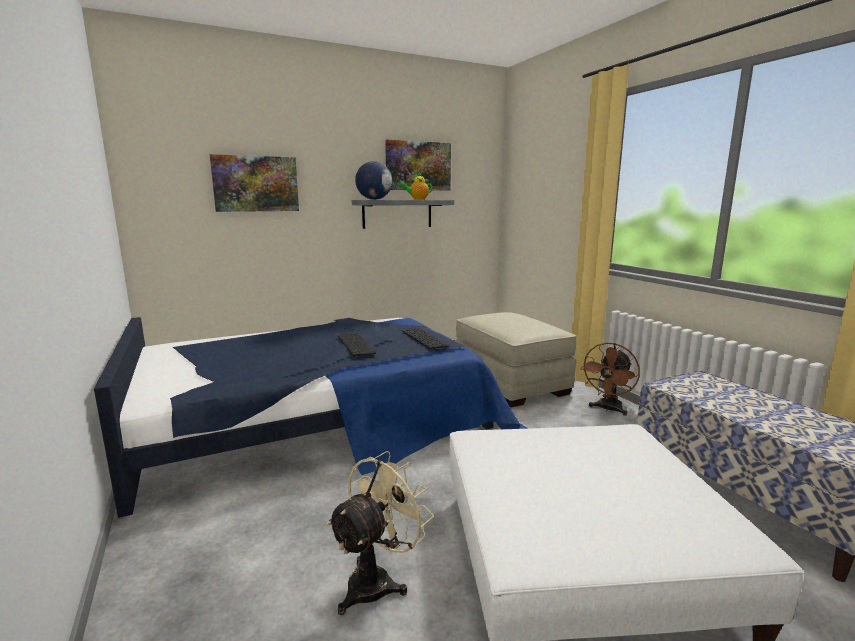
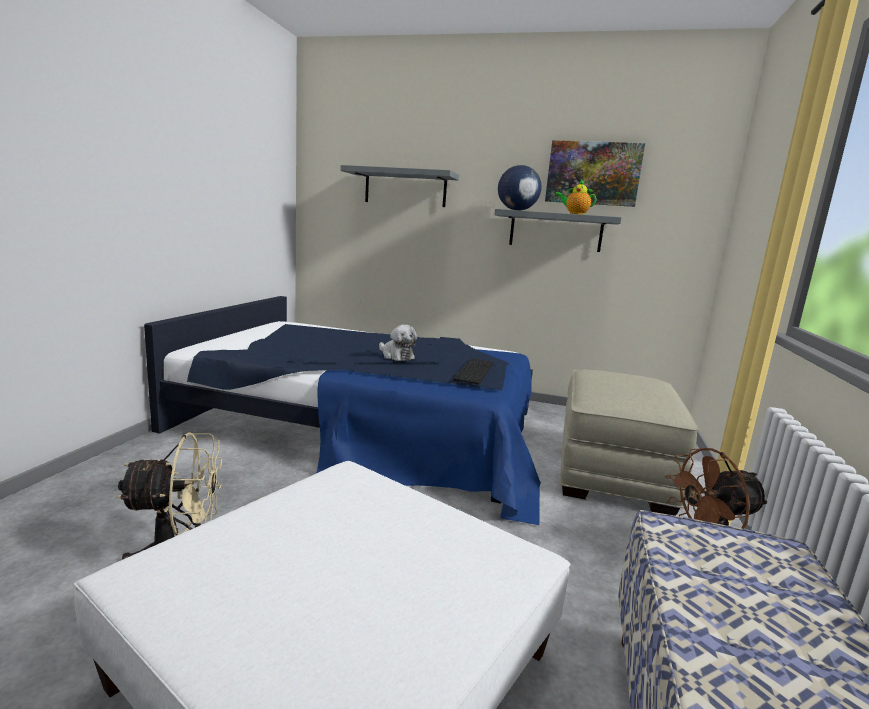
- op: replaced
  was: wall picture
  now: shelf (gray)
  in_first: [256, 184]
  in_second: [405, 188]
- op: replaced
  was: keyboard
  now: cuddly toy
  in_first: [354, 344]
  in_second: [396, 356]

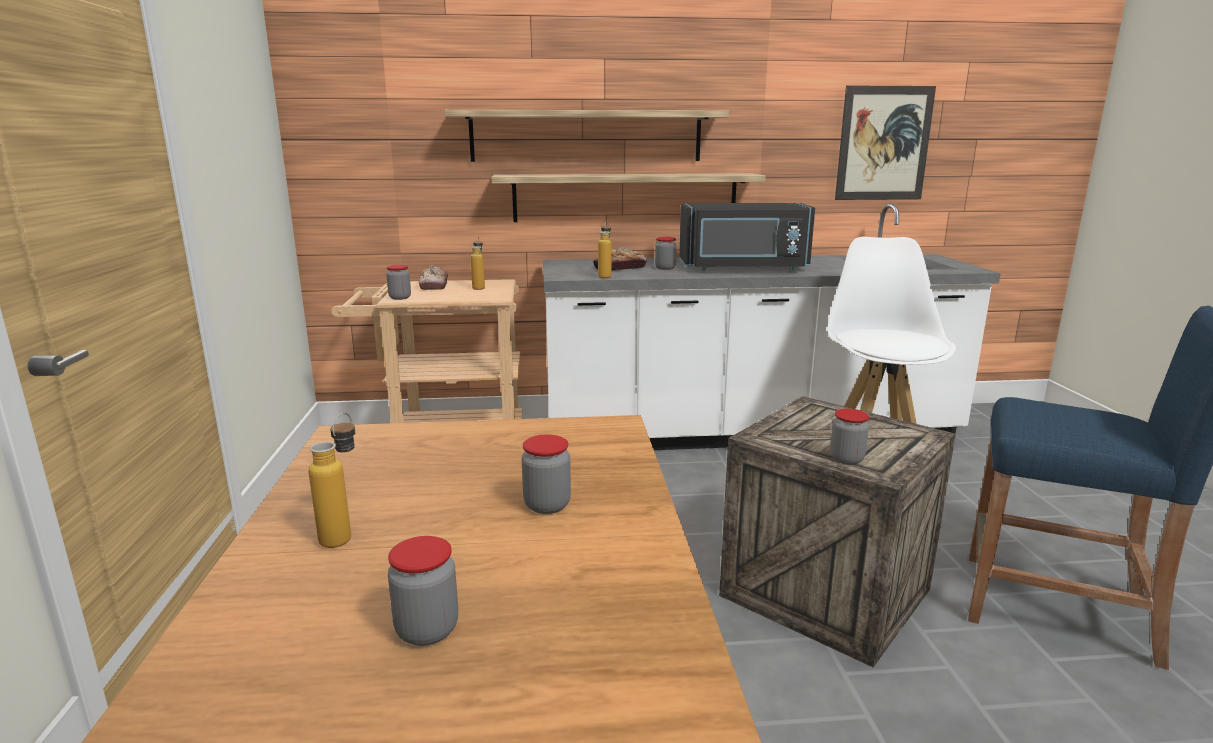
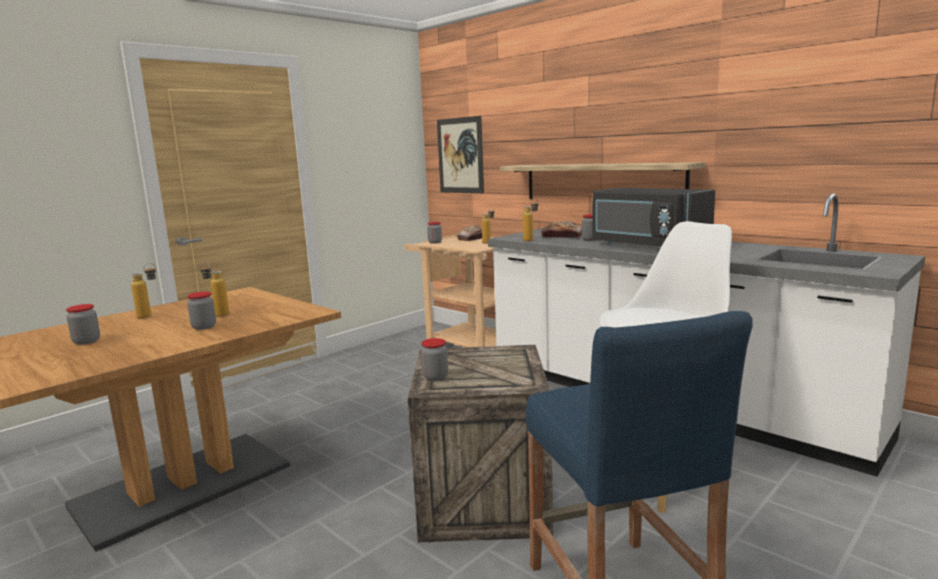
- op: removed
  was: shelf
  in_first: [586, 136]
- op: added
  now: drink bottle
  in_second: [217, 315]
- op: moved
  was: wall picture
  in_first: [884, 144]
  in_second: [460, 155]

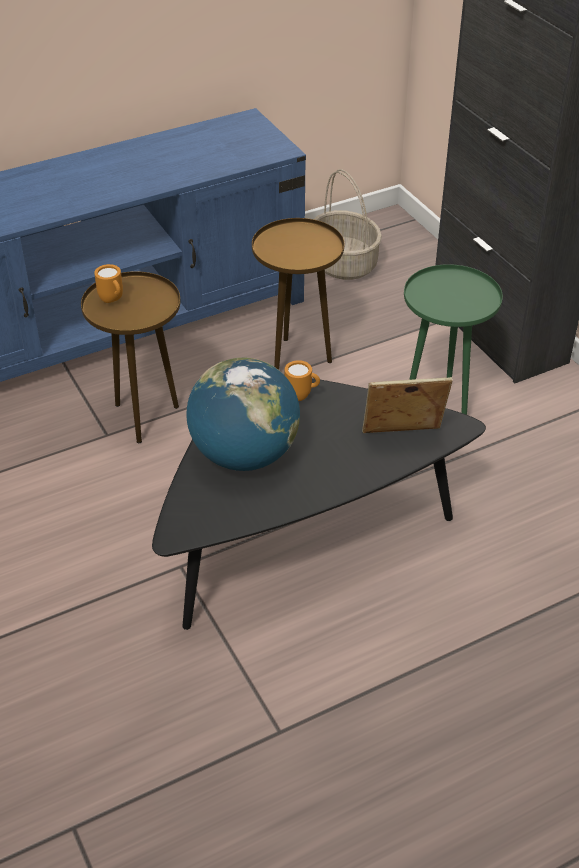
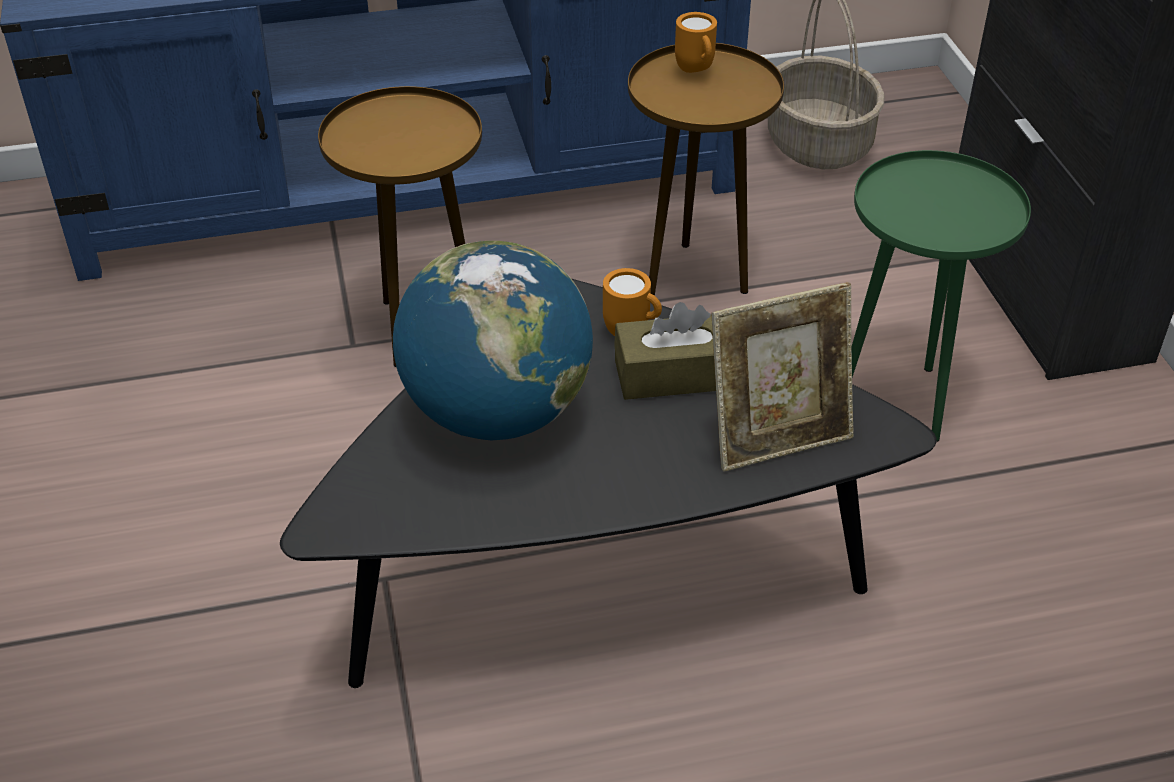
- op: added
  now: box of tissues (brownish)
  in_second: [675, 374]
- op: moved
  was: mug (orangey)
  in_first: [113, 300]
  in_second: [696, 71]
- op: turned
  was: photo frame
  in_first: [402, 439]
  in_second: [777, 436]
  clockwise: 150

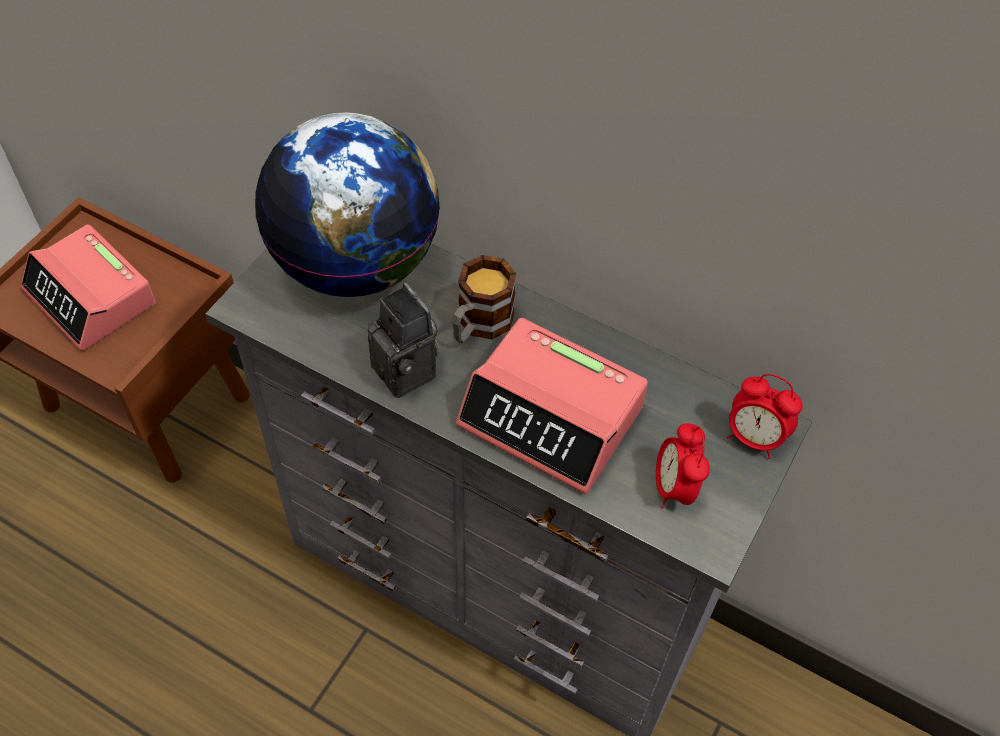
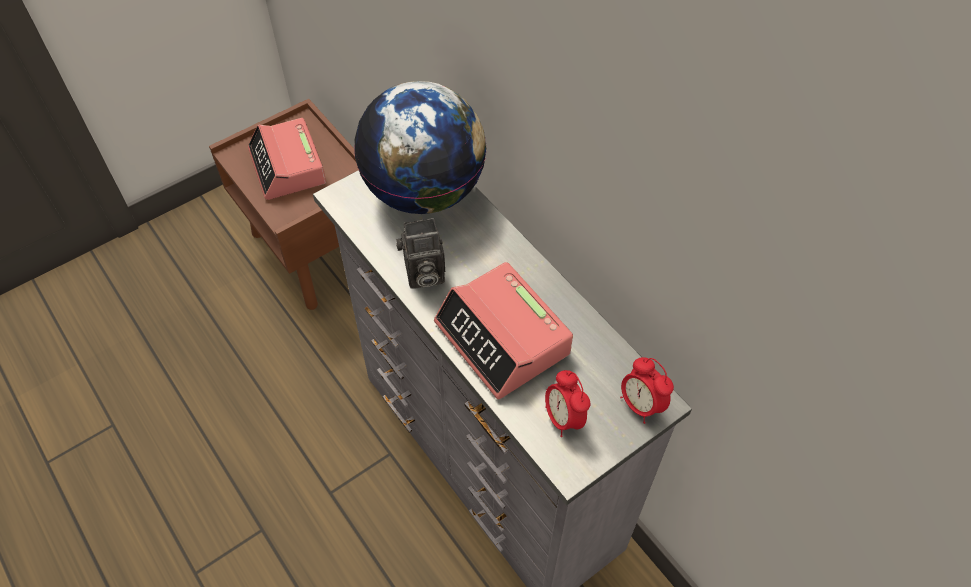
- op: removed
  was: mug
  in_first: [479, 325]
- op: turned
  was: photo camera
  in_first: [409, 372]
  in_second: [422, 275]
  clockwise: 90
- op: turned
  was: alarm clock
  in_first: [674, 487]
  in_second: [564, 418]
  clockwise: -45

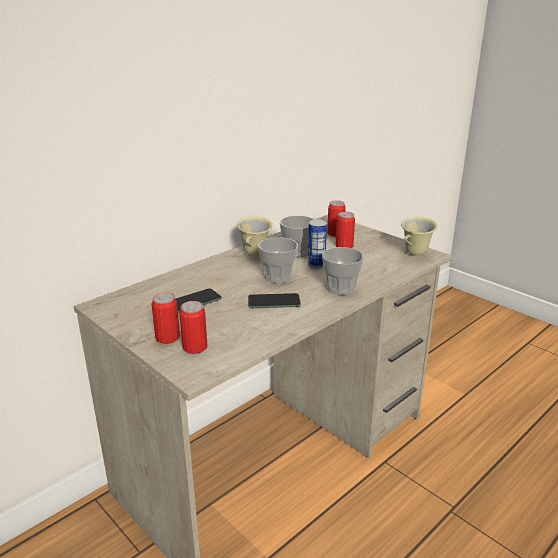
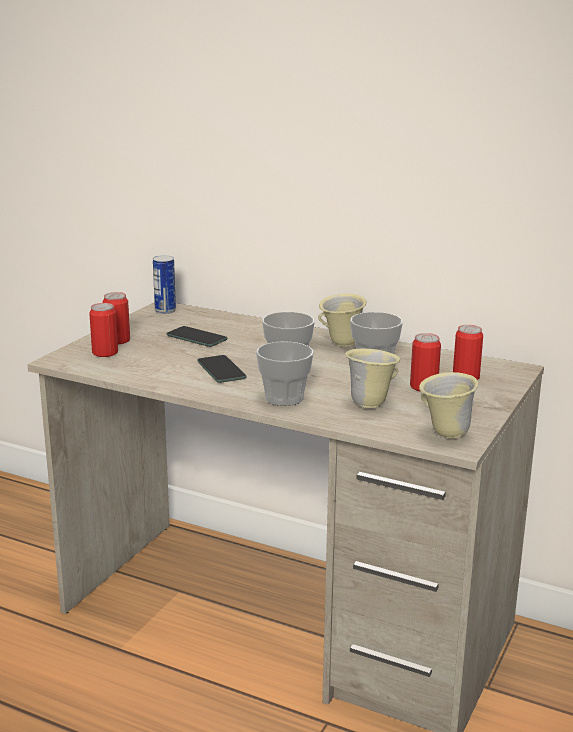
- op: added
  now: mug (sand-coloured)
  in_second: [370, 403]
- op: moved
  was: metal can
  in_first: [316, 265]
  in_second: [165, 310]

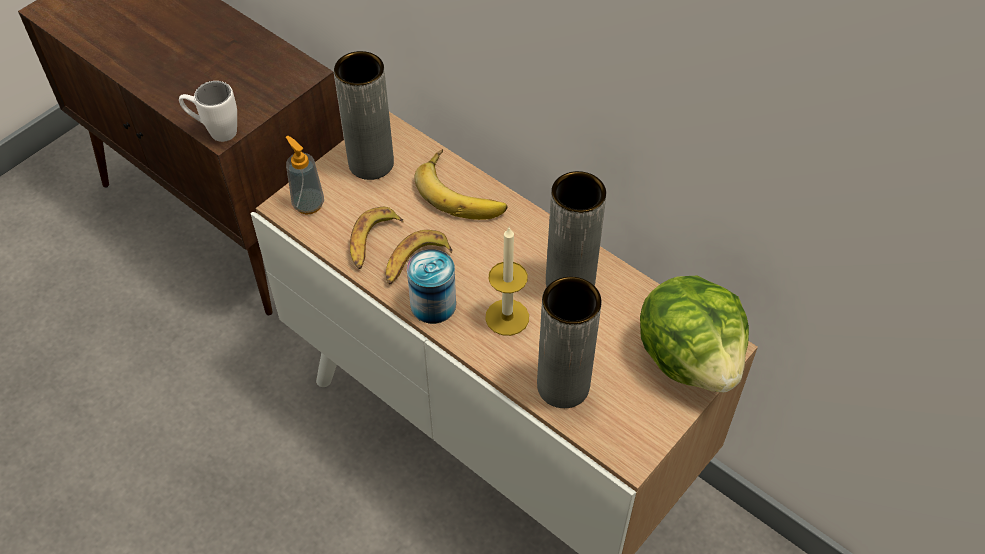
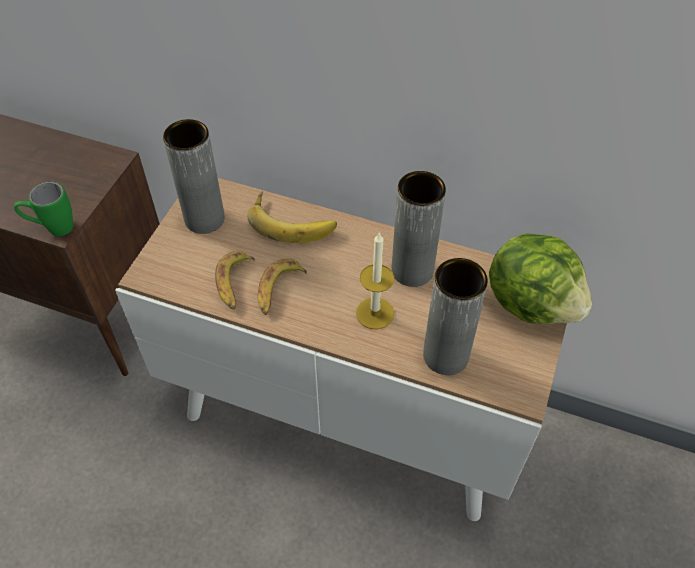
- op: removed
  was: soap bottle
  in_first: [308, 204]
- op: removed
  was: metal can
  in_first: [433, 304]
- op: recoloured
  was: mug (white-coloured)
  now: mug (greenish)
  in_first: [214, 131]
  in_second: [52, 228]

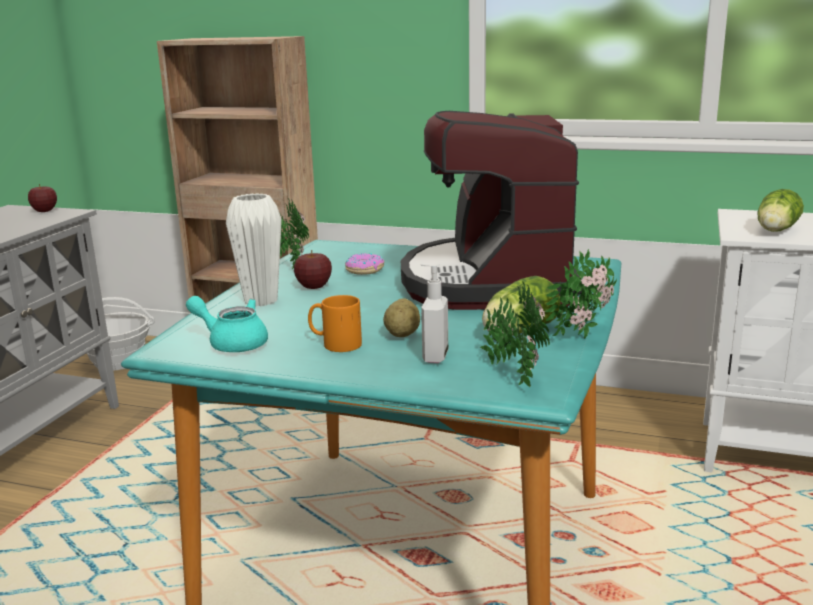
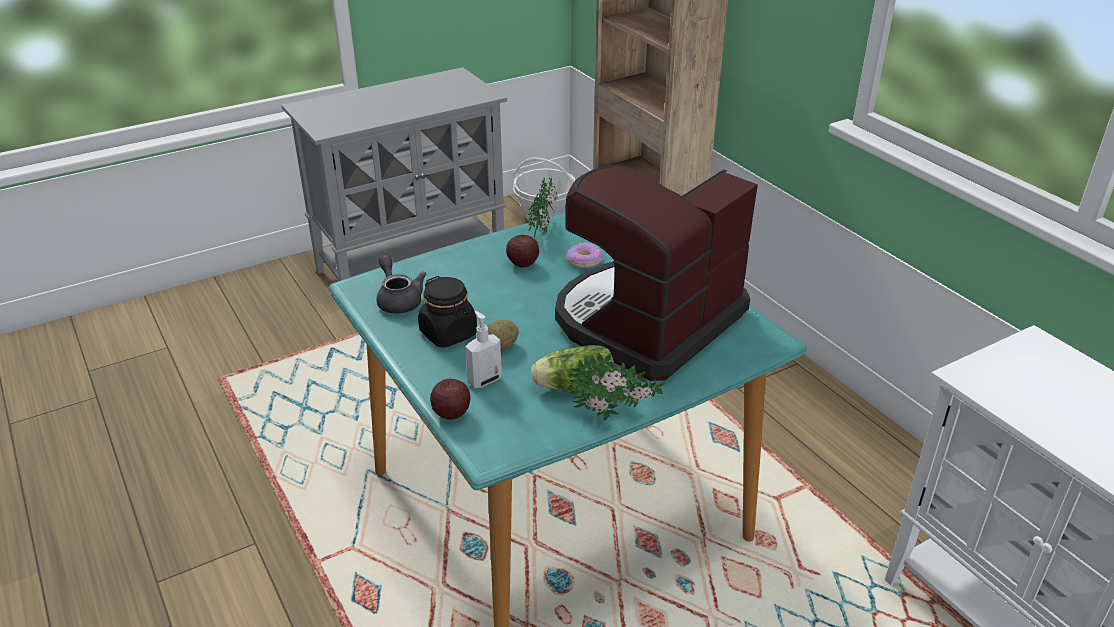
- op: removed
  was: flower vase (white-coloured)
  in_first: [261, 301]
- op: removed
  was: houseplant
  in_first: [513, 375]
- op: removed
  was: head of lettuce
  in_first: [775, 231]
- op: moved
  was: whole apple
  in_first: [44, 211]
  in_second: [452, 414]
- op: replaced
  was: mug (orangey)
  now: storage jar (blackish)
  in_first: [335, 344]
  in_second: [448, 334]
- op: recoloured
  was: pot for tea (blue-green)
  now: pot for tea (gray)
  in_first: [232, 343]
  in_second: [398, 300]

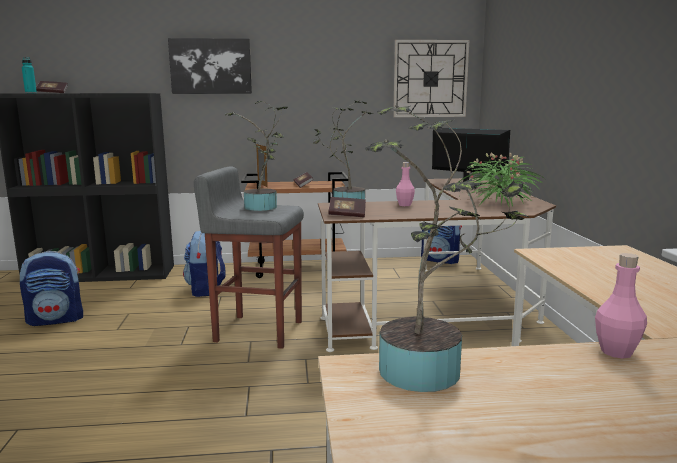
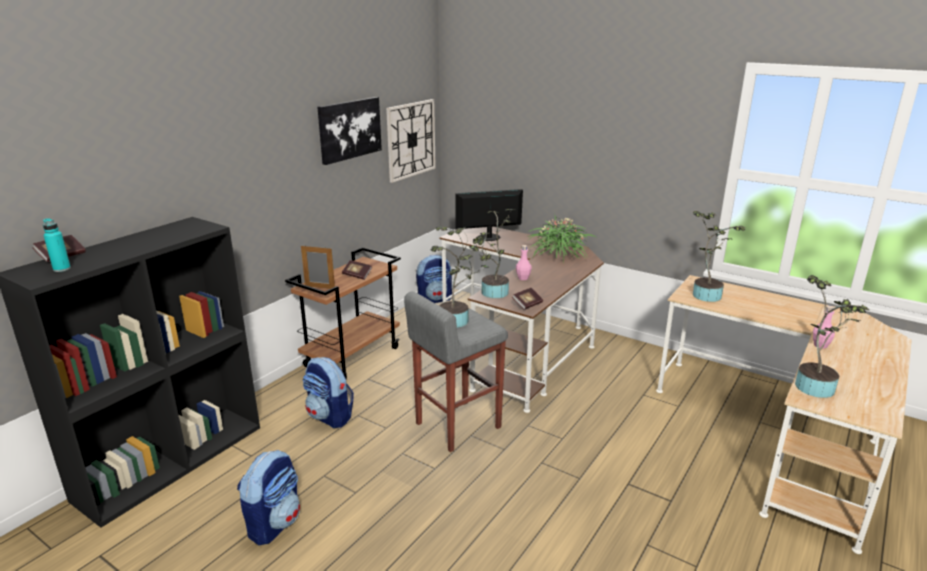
- op: added
  now: houseplant
  in_second: [706, 294]
- op: moved
  was: wall picture
  in_first: [211, 66]
  in_second: [349, 129]

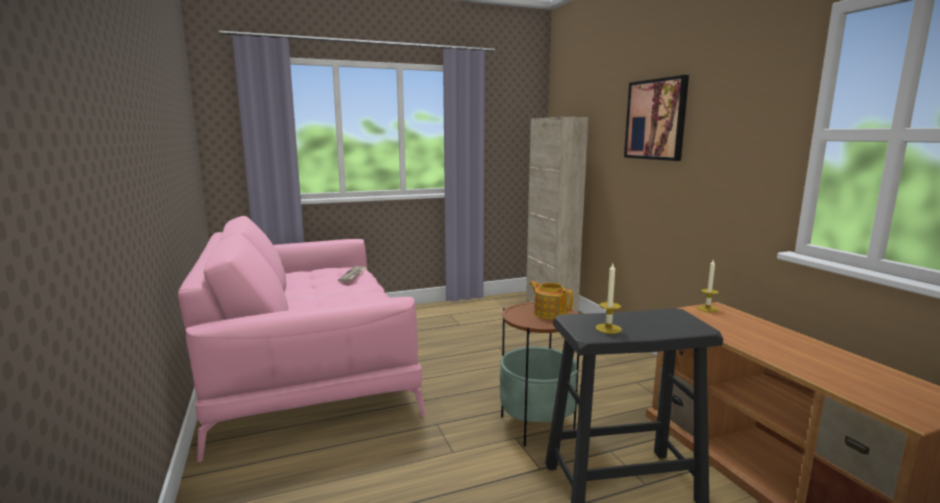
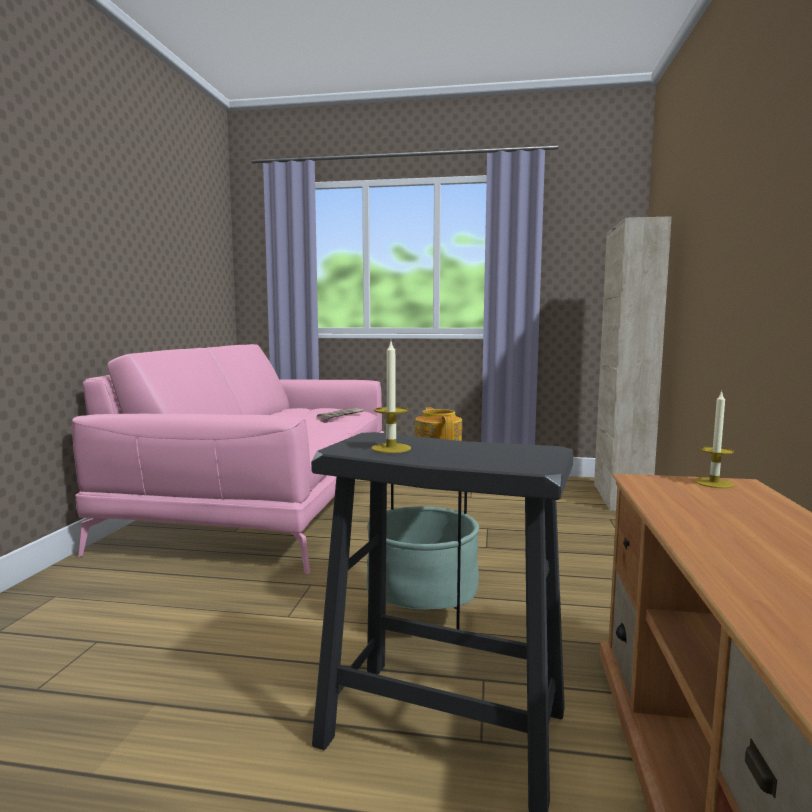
- op: removed
  was: wall picture
  in_first: [656, 119]

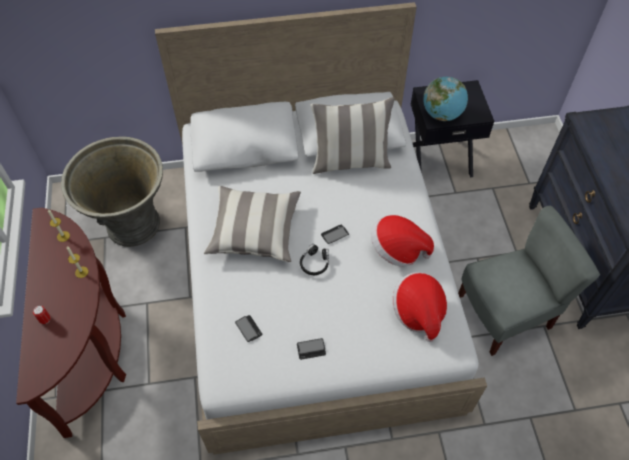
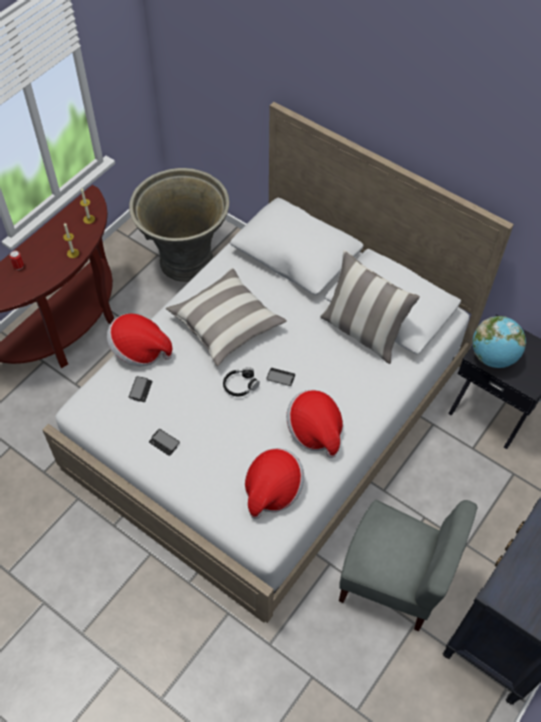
- op: added
  now: wearable hat
  in_second: [139, 350]

